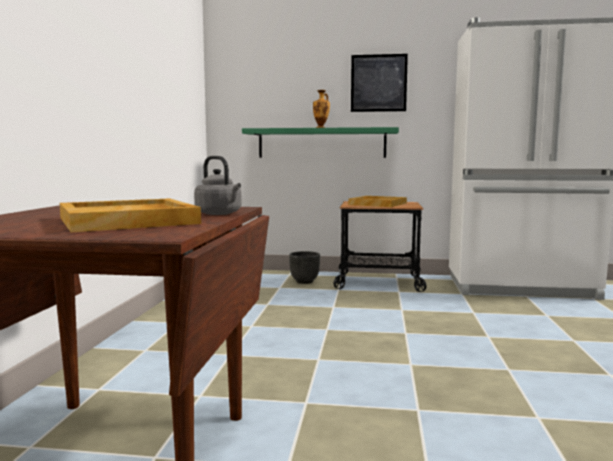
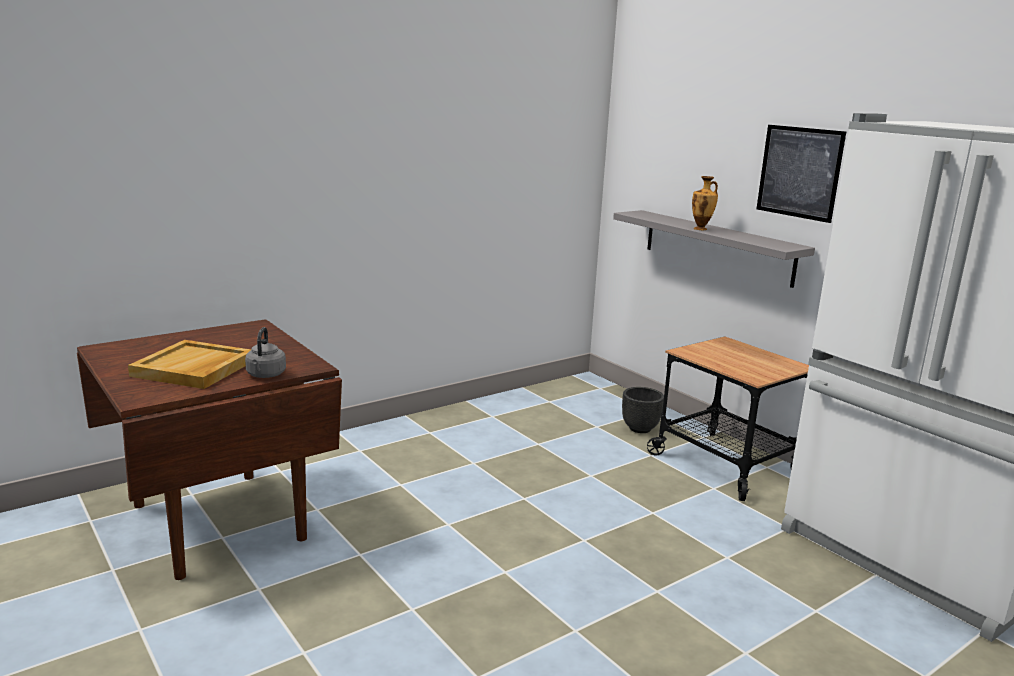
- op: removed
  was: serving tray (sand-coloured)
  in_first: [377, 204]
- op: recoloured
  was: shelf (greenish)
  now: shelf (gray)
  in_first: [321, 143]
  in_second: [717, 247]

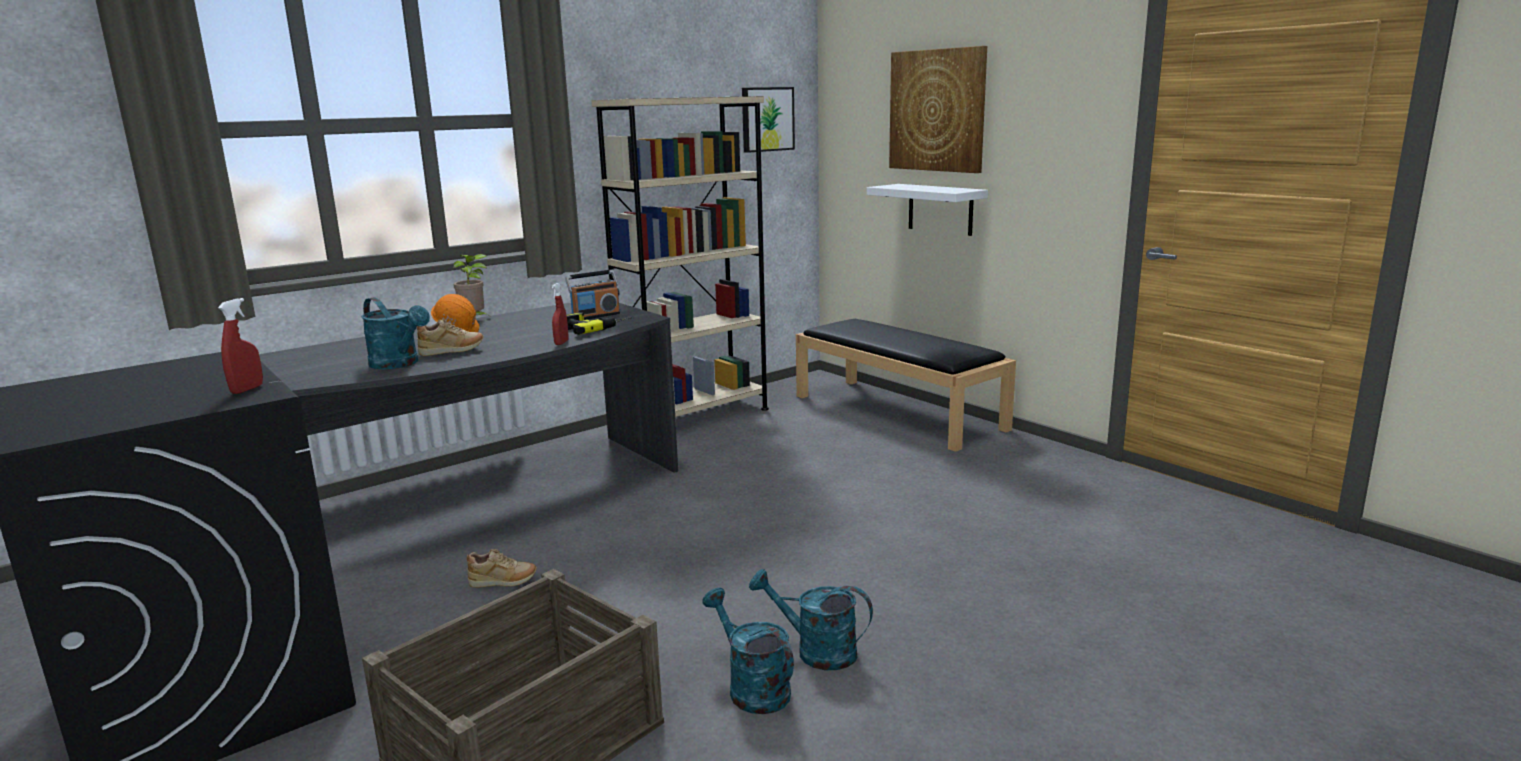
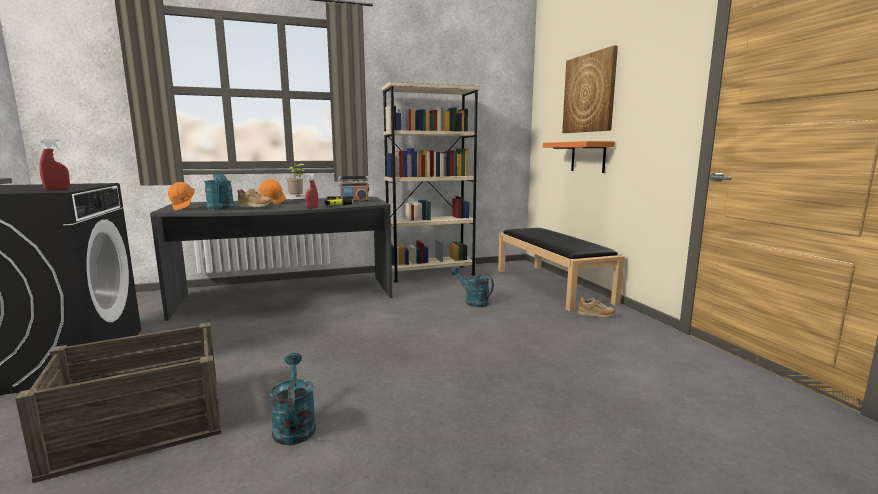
- op: removed
  was: wall picture
  in_first: [766, 119]
- op: added
  now: hard hat (orangey)
  in_second: [184, 209]
- op: moved
  was: low shoe (sand-coloured)
  in_first: [503, 583]
  in_second: [596, 316]
- op: moved
  was: watering can (blue-green)
  in_first: [815, 651]
  in_second: [473, 302]
- op: recoloured
  was: shelf (white-coloured)
  now: shelf (orangey)
  in_first: [940, 209]
  in_second: [588, 157]

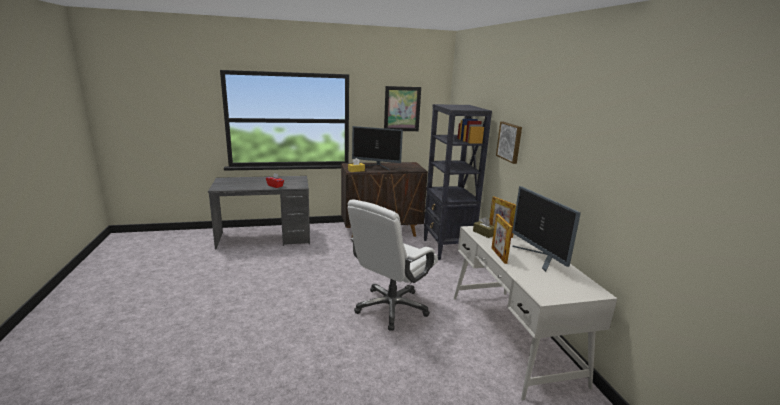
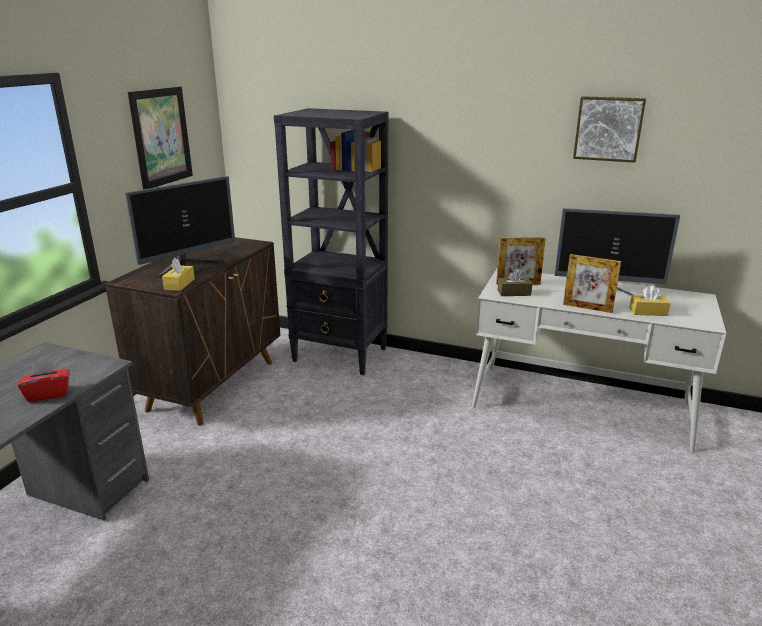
- op: removed
  was: computer chair (white-coloured)
  in_first: [391, 308]
- op: added
  now: box of tissues (yellow)
  in_second: [648, 312]
- op: moved
  was: wall picture
  in_first: [510, 142]
  in_second: [608, 129]

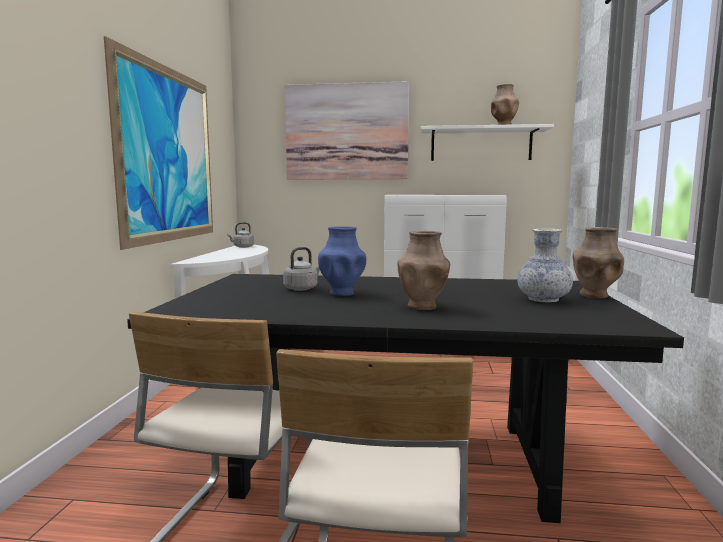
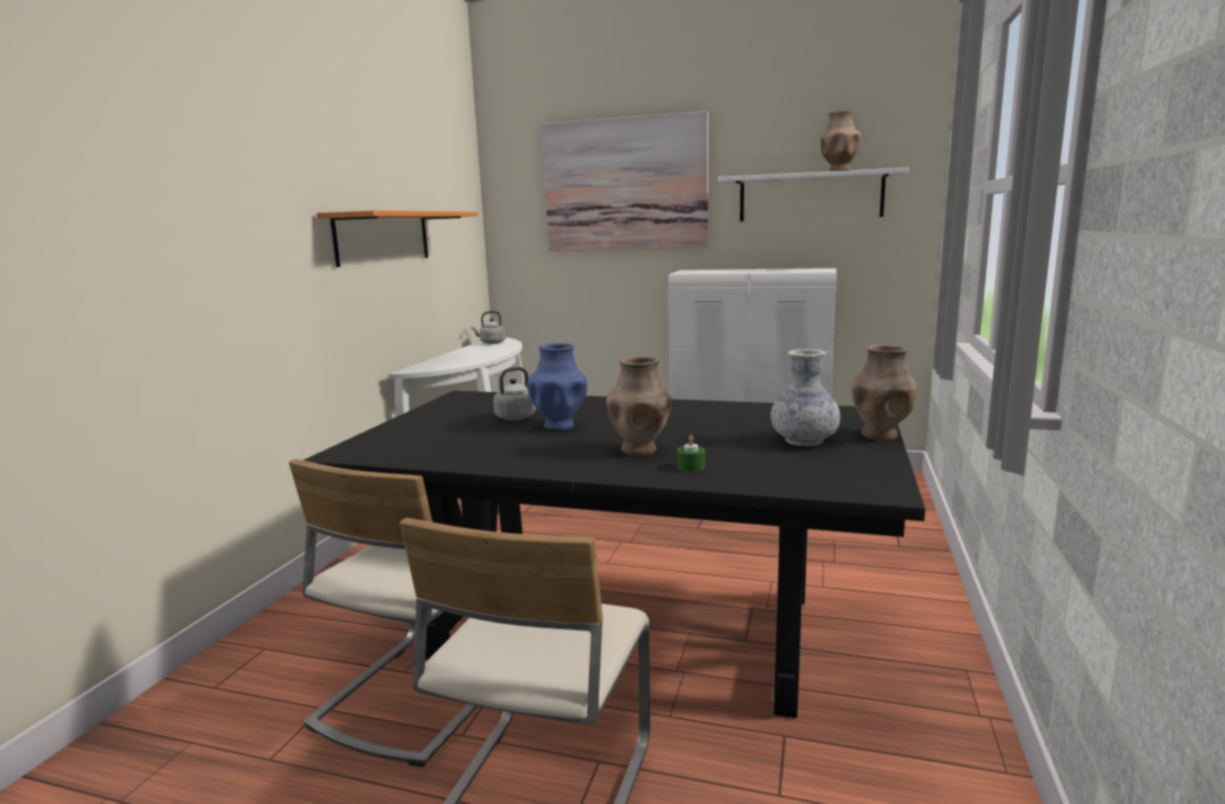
- op: added
  now: wax candle (greenish)
  in_second: [691, 467]
- op: replaced
  was: wall picture
  now: shelf (orangey)
  in_first: [169, 155]
  in_second: [383, 237]

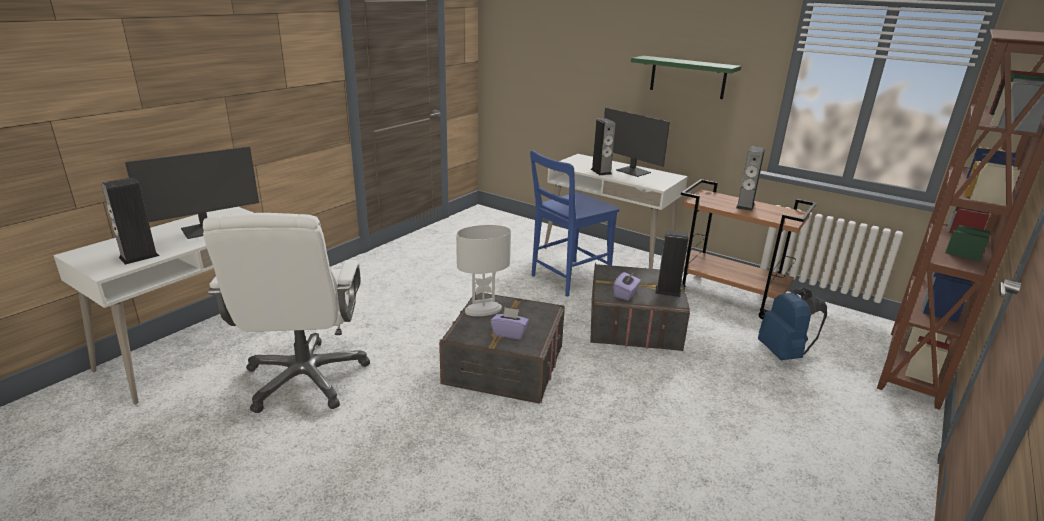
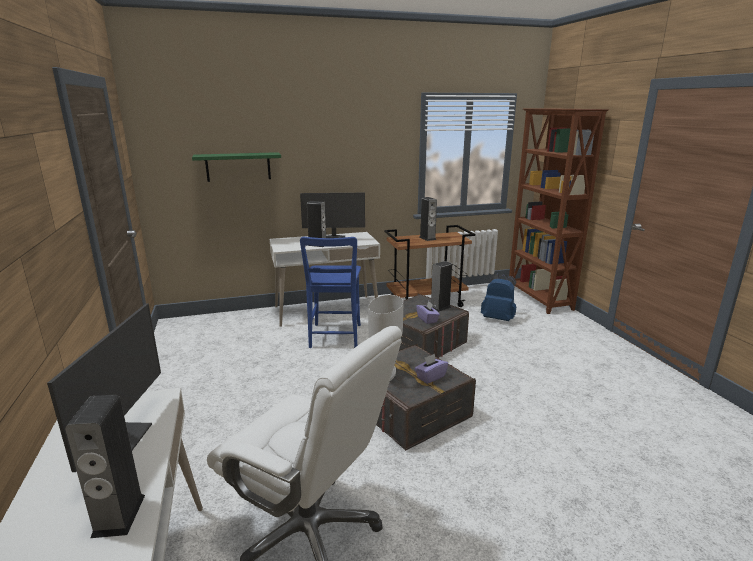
- op: moved
  was: shelf (greenish)
  in_first: [687, 77]
  in_second: [238, 166]

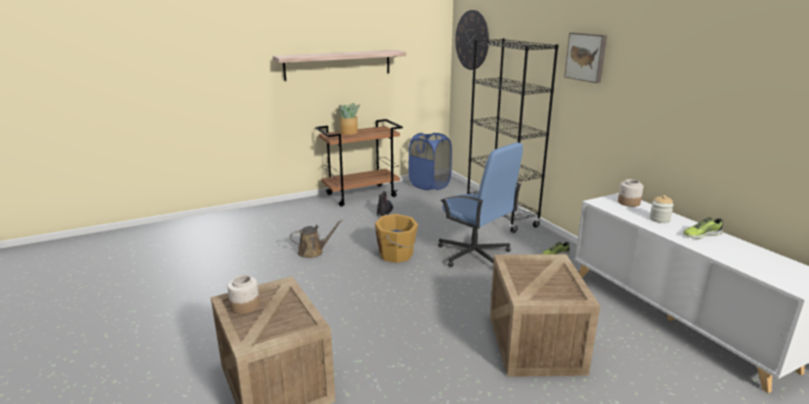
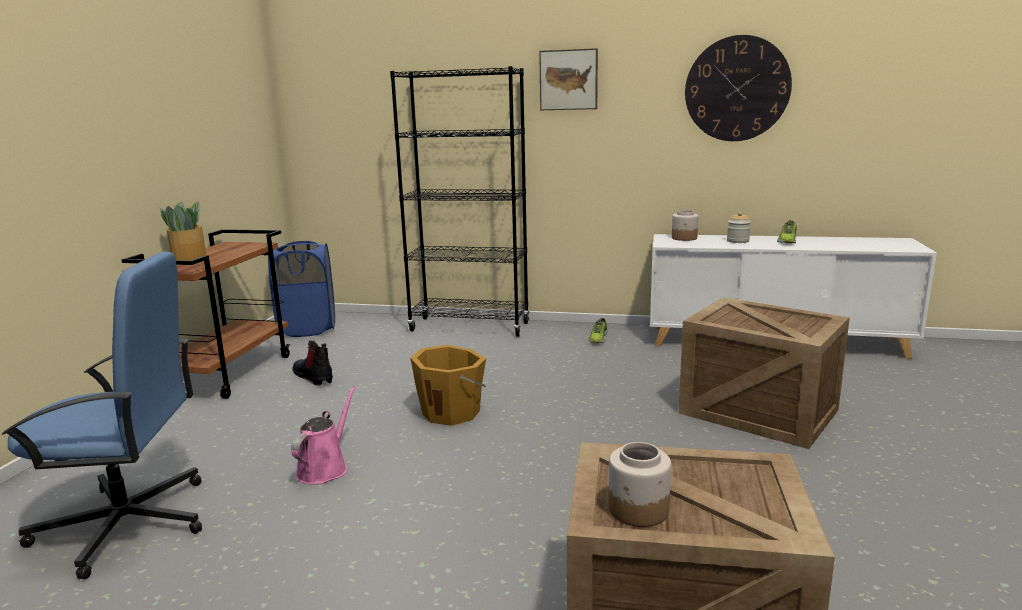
- op: removed
  was: shelf
  in_first: [338, 64]
- op: moved
  was: computer chair (blue-coloured)
  in_first: [474, 255]
  in_second: [127, 524]
- op: moved
  was: wall clock
  in_first: [472, 40]
  in_second: [737, 89]
- op: recoloured
  was: watering can (brownish)
  now: watering can (pink)
  in_first: [313, 252]
  in_second: [325, 468]

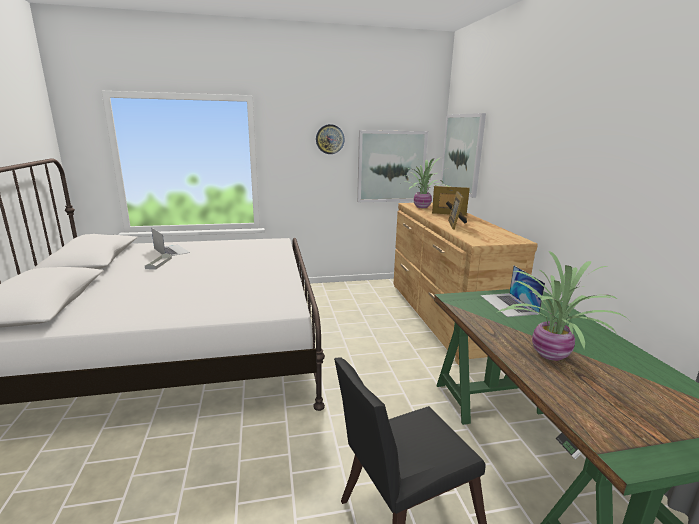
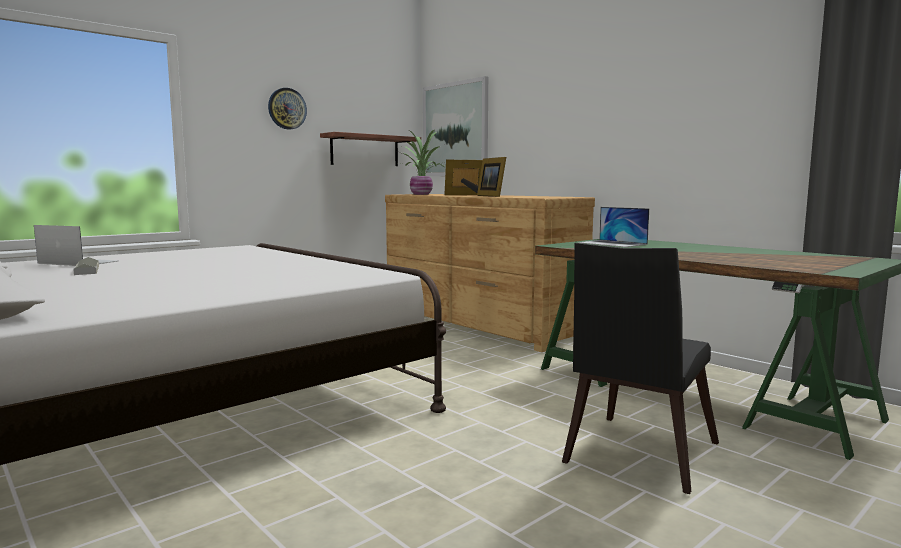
- op: removed
  was: houseplant
  in_first: [549, 355]
- op: replaced
  was: wall picture
  now: shelf
  in_first: [391, 166]
  in_second: [365, 150]

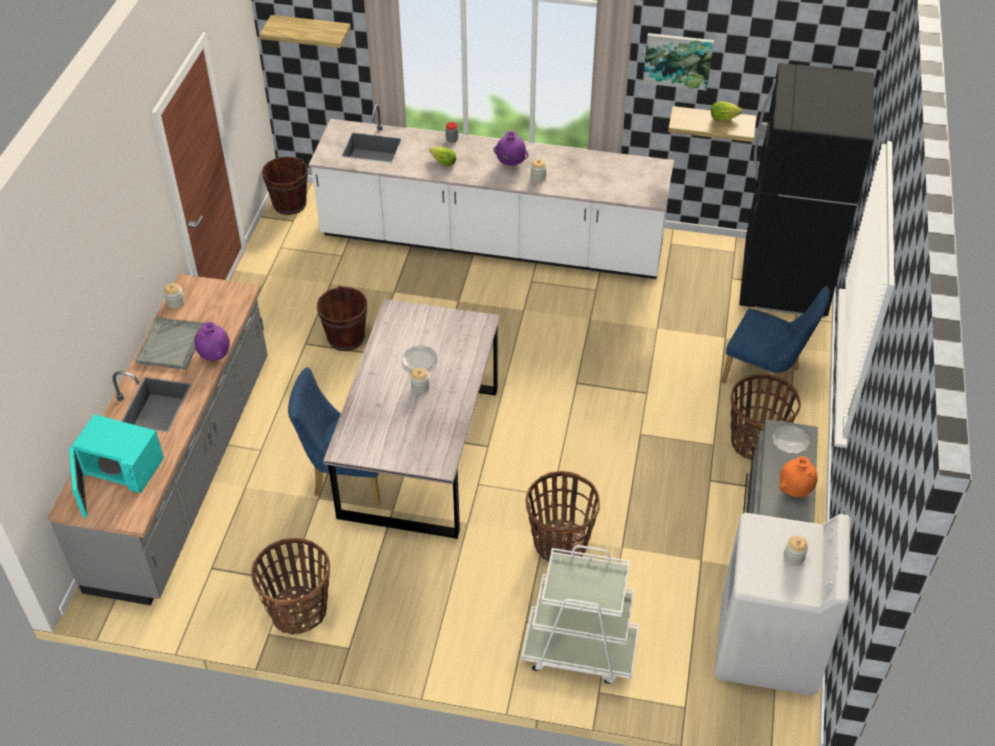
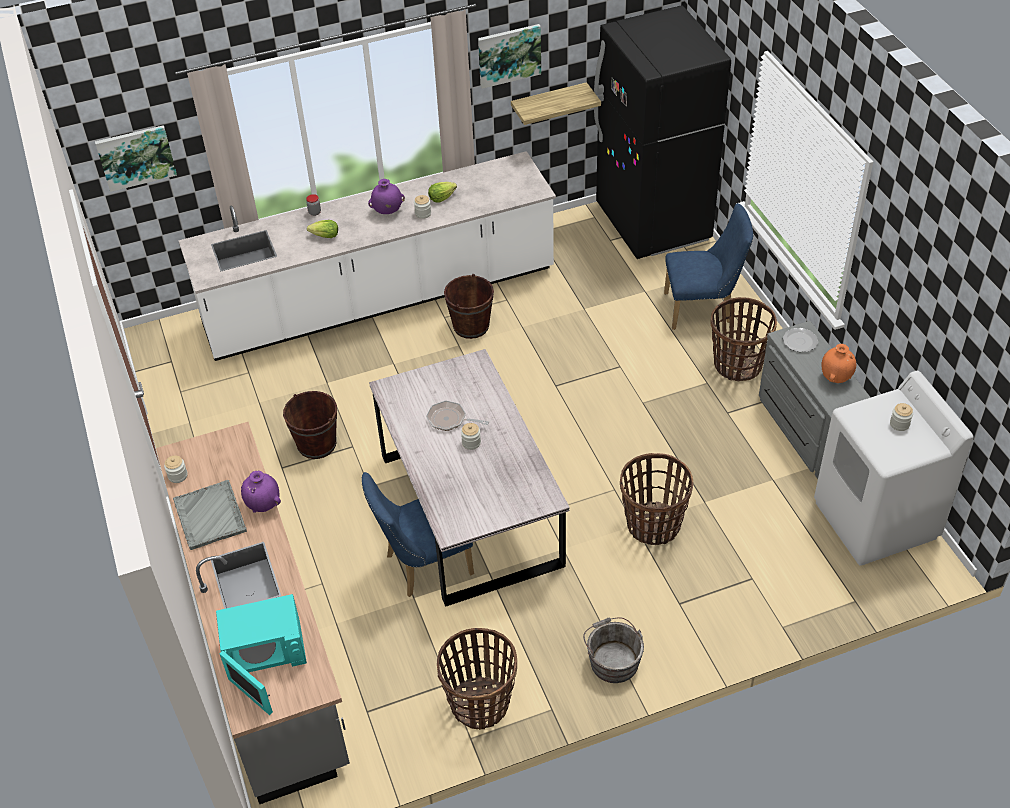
- op: removed
  was: trolley (white-coloured)
  in_first: [579, 650]
- op: added
  now: bucket (gray)
  in_second: [613, 659]
- op: moved
  was: bucket (brownish)
  in_first: [290, 204]
  in_second: [471, 326]
- op: moved
  was: head of lettuce
  in_first: [723, 118]
  in_second: [441, 198]
- op: replaced
  was: shelf
  now: wall picture
  in_first: [311, 32]
  in_second: [136, 157]
- op: replaced
  was: dinner plate
  now: frying pan
  in_first: [420, 360]
  in_second: [450, 420]

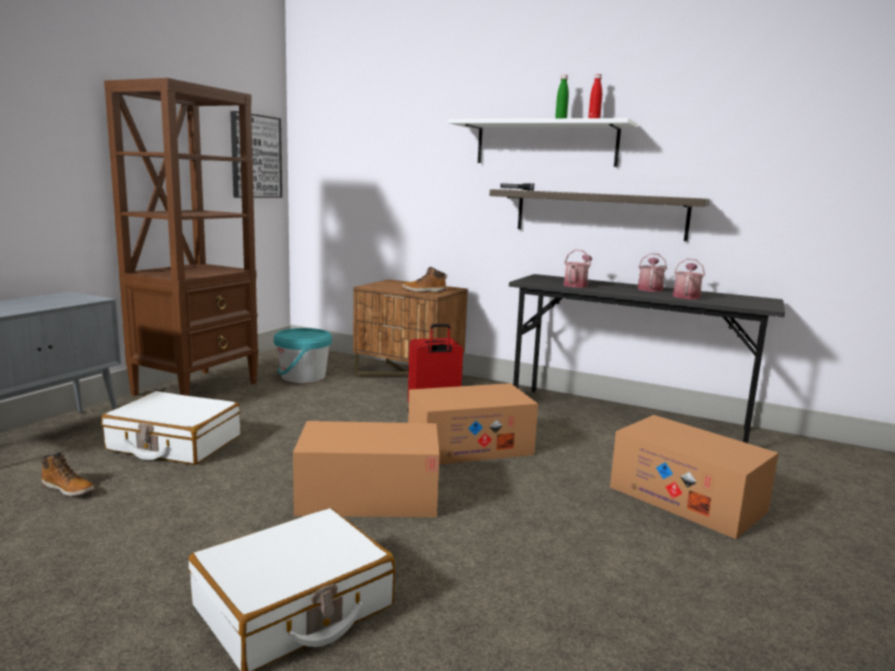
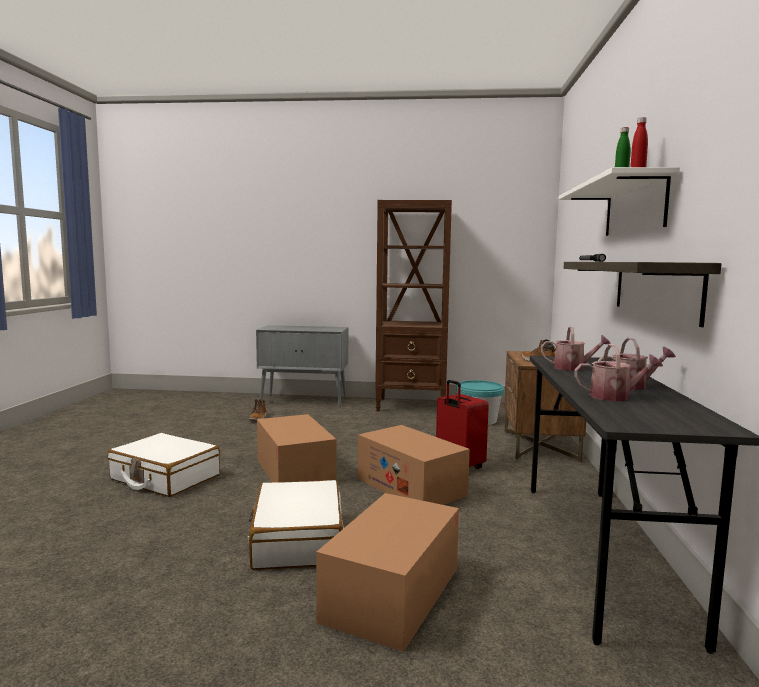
- op: removed
  was: wall picture
  in_first: [255, 156]
- op: moved
  was: suitcase (white-coloured)
  in_first: [174, 443]
  in_second: [297, 540]

